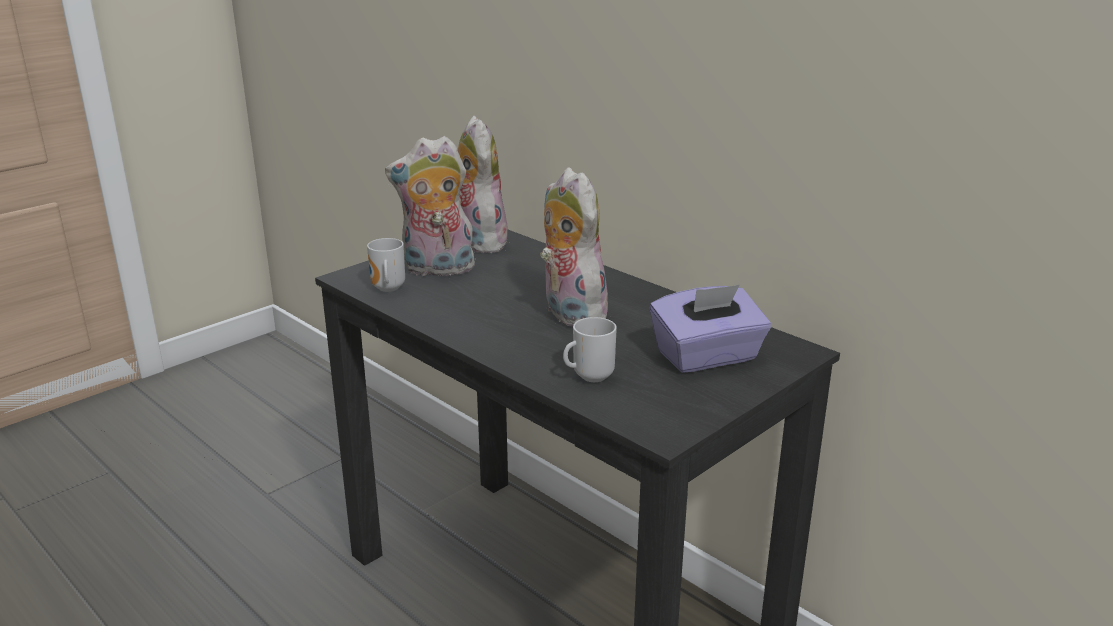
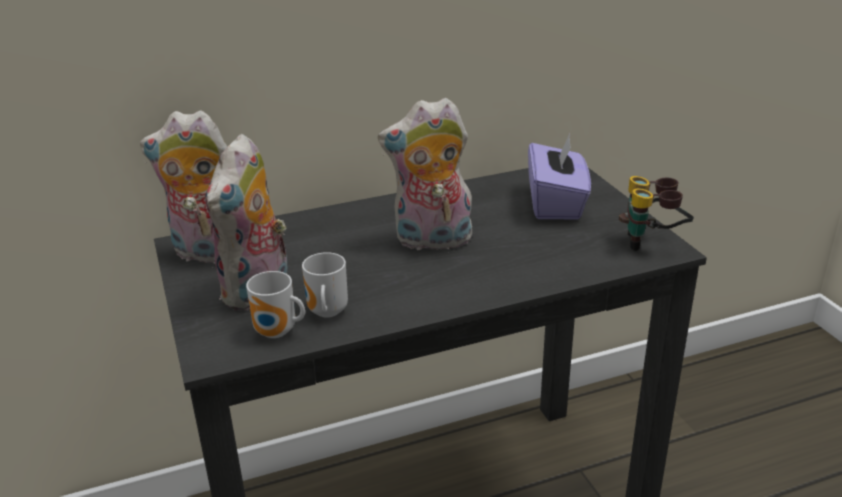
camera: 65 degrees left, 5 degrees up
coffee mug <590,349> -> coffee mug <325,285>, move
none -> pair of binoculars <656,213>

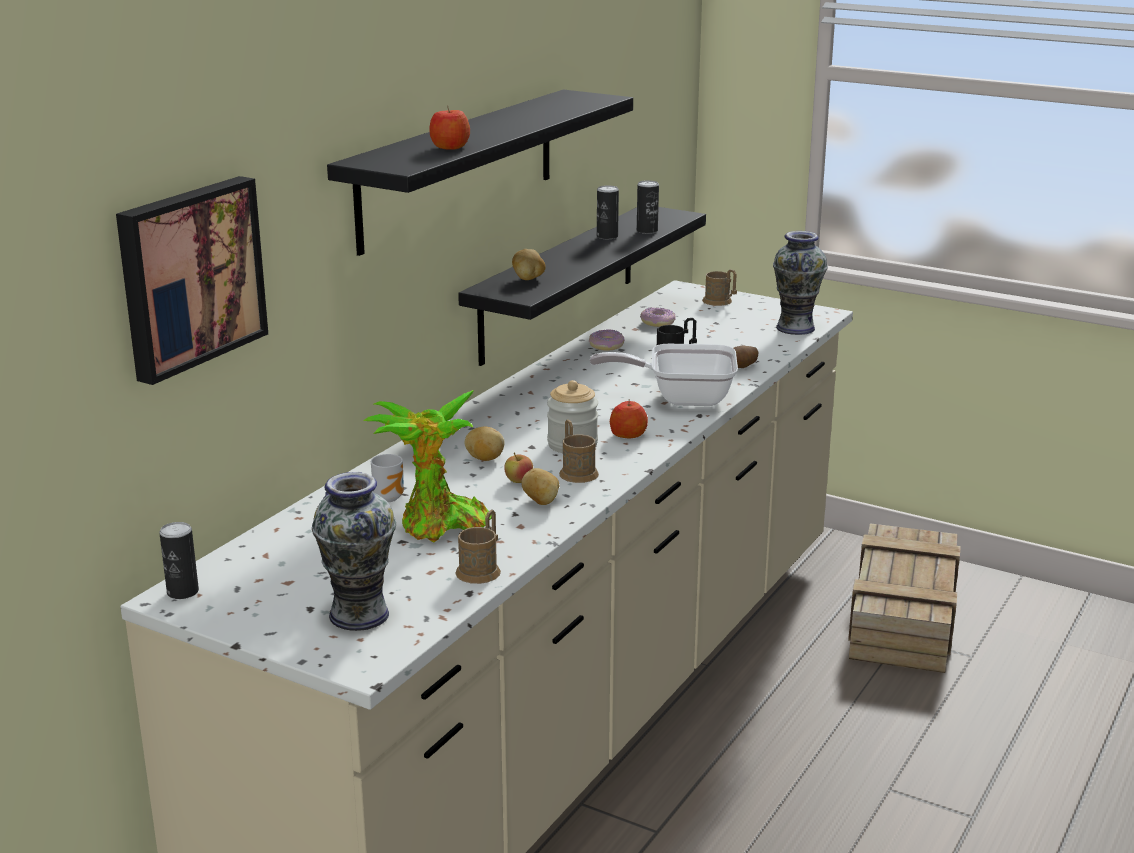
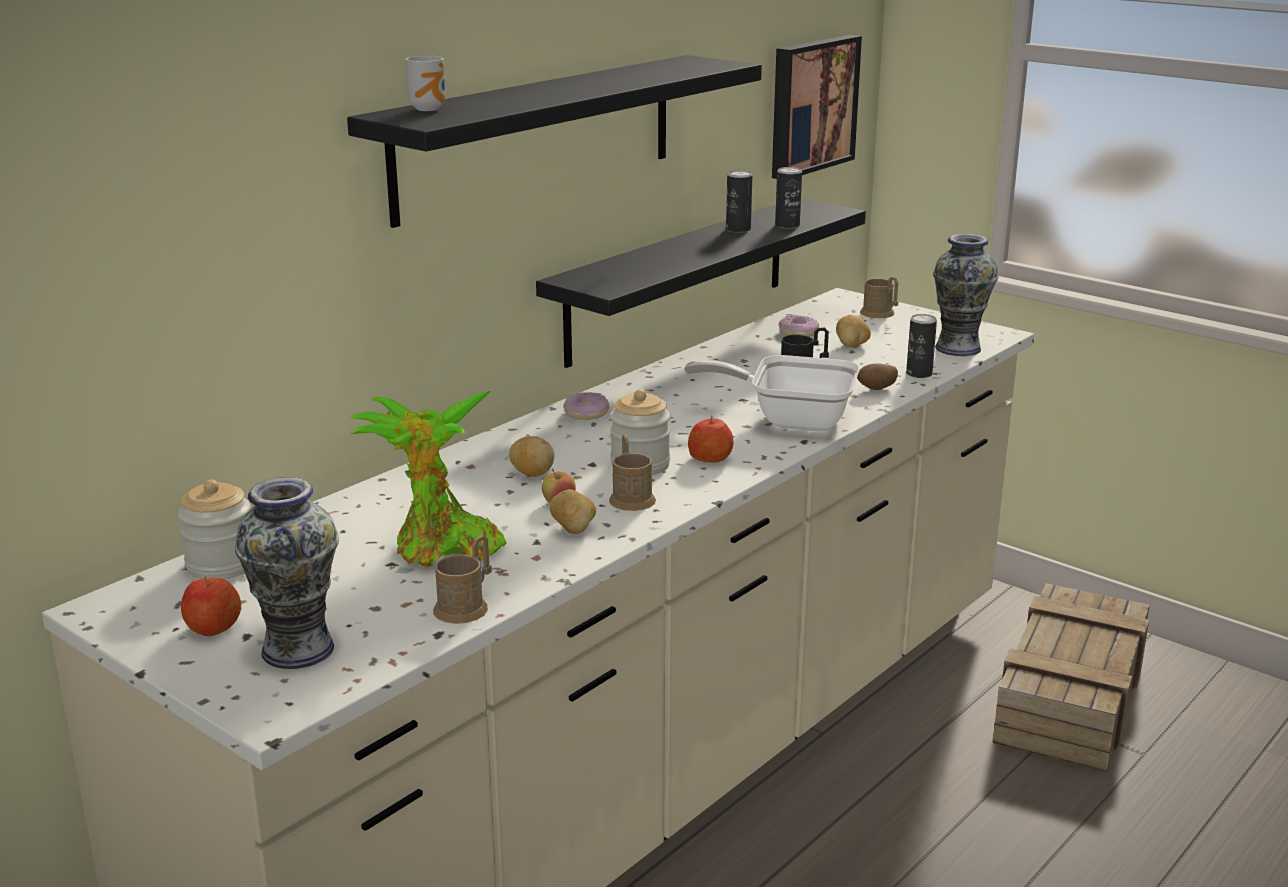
camera: 10 degrees right, 0 degrees up
none -> jar <214,529>
apple <449,128> -> apple <211,606>, move
coffee mug <387,478> -> coffee mug <425,83>, move
doughnut <607,340> -> doughnut <586,406>, move
picture <192,280> -> picture <817,107>, move
spud <529,264> -> spud <853,331>, move
metal can <179,560> -> metal can <921,346>, move

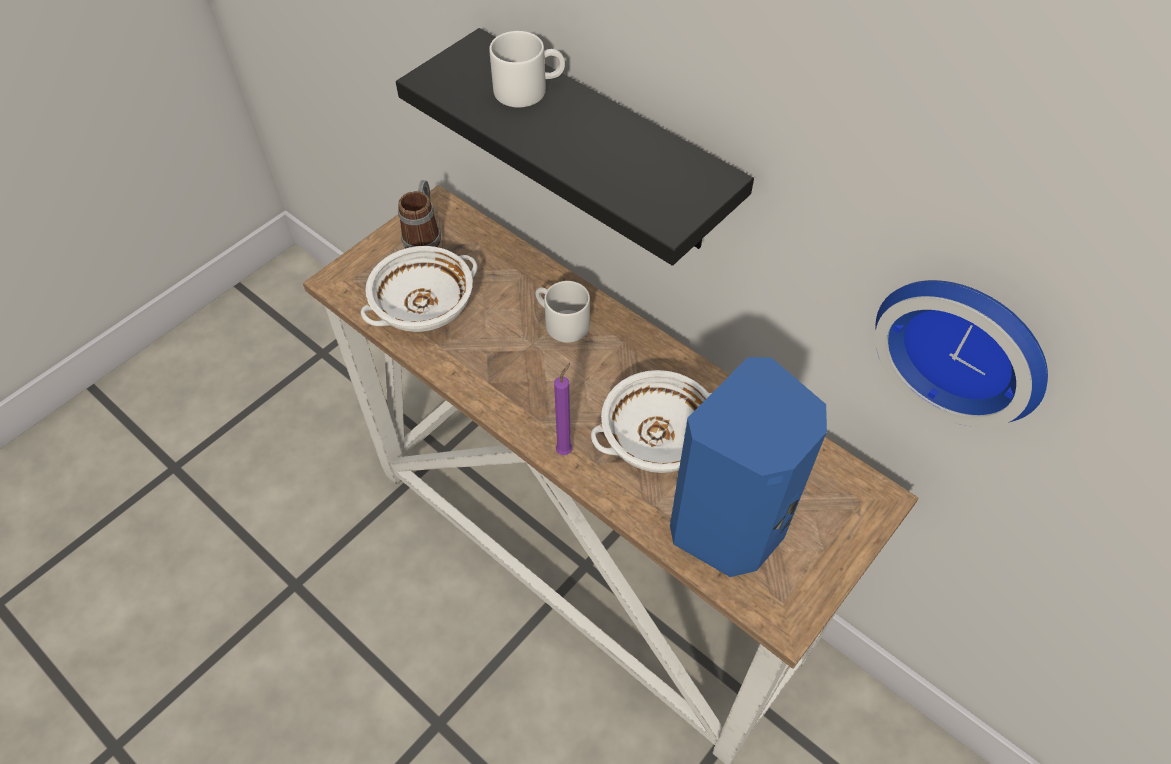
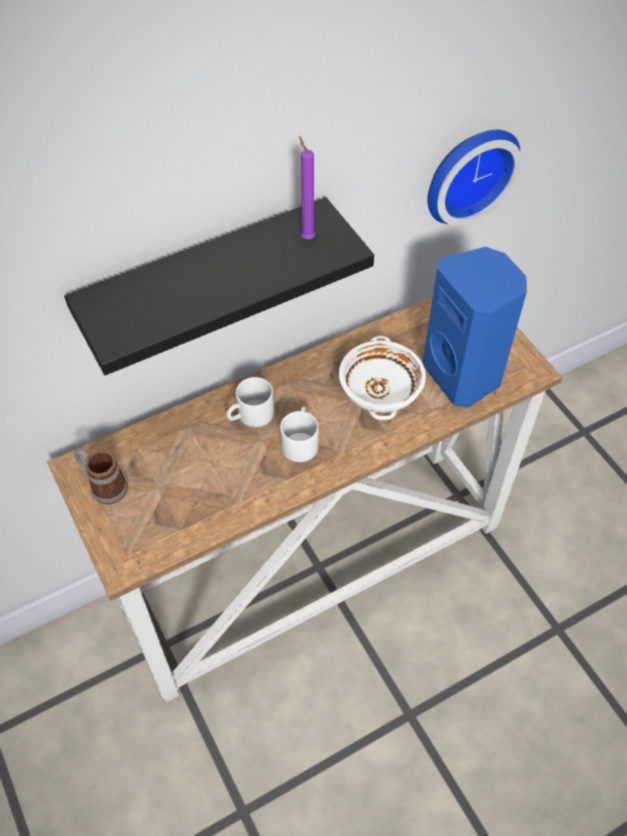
camera: 70 degrees left, 0 degrees up
whitish coffee mug <527,69> -> whitish coffee mug <299,434>, move
purple candle <563,409> -> purple candle <307,187>, move
whitish bowl <419,289> -> none

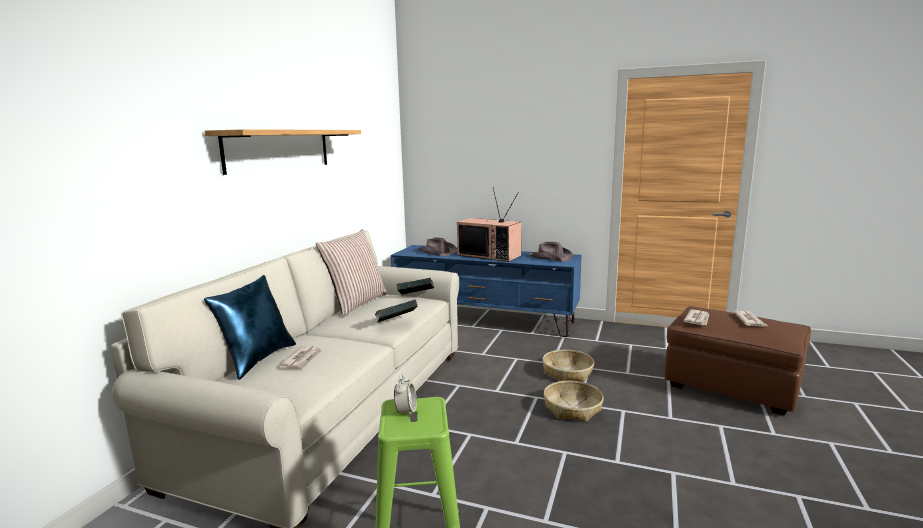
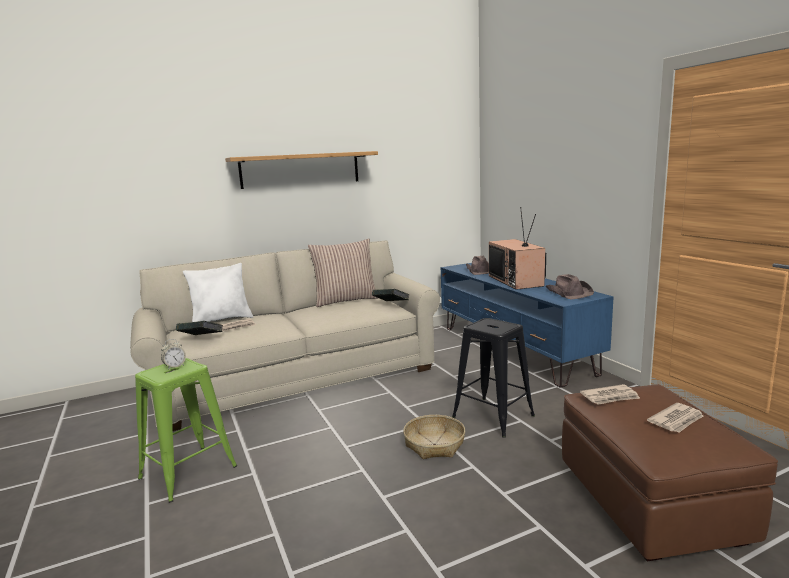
camera: 45 degrees right, 0 degrees up
volume <396,311> -> volume <199,328>, move
bluish pillow <250,327> -> whitish pillow <218,292>
storage basket <568,366> -> black-coloured sitting stool <493,378>

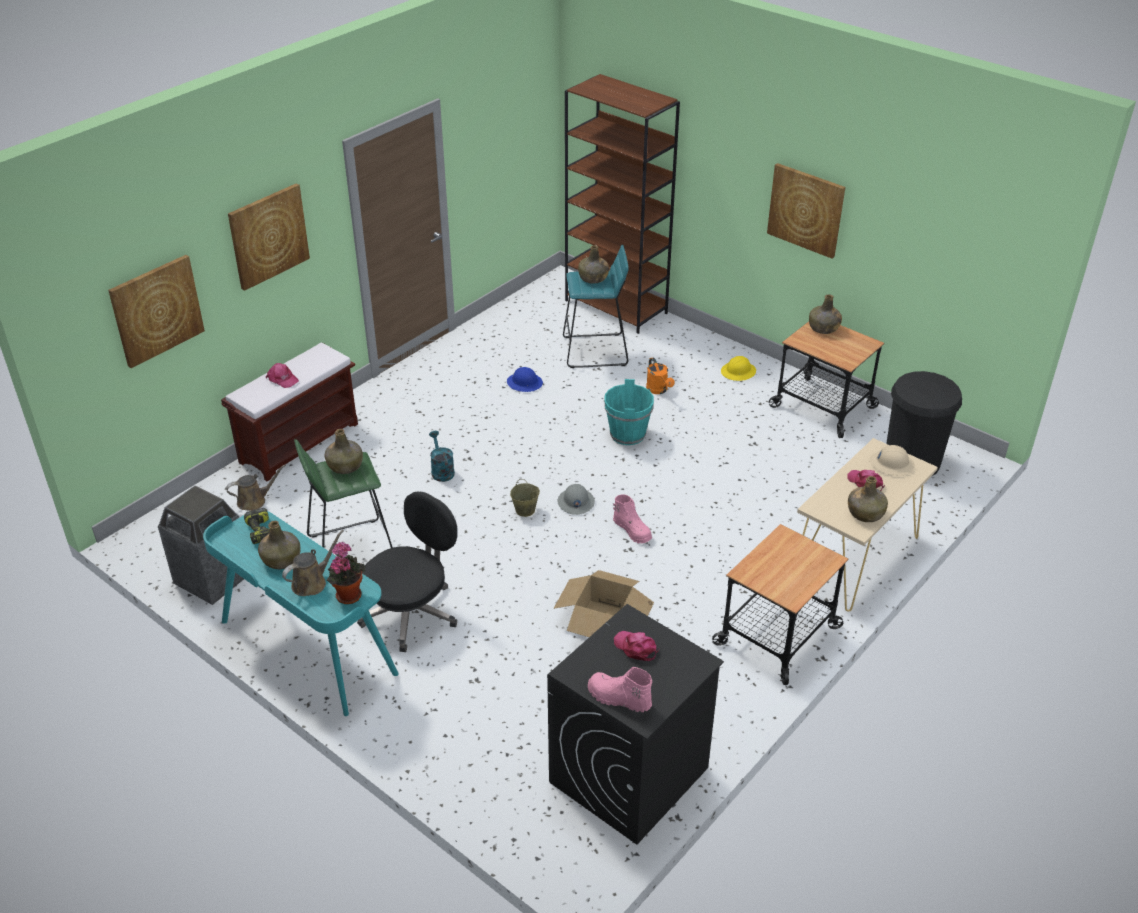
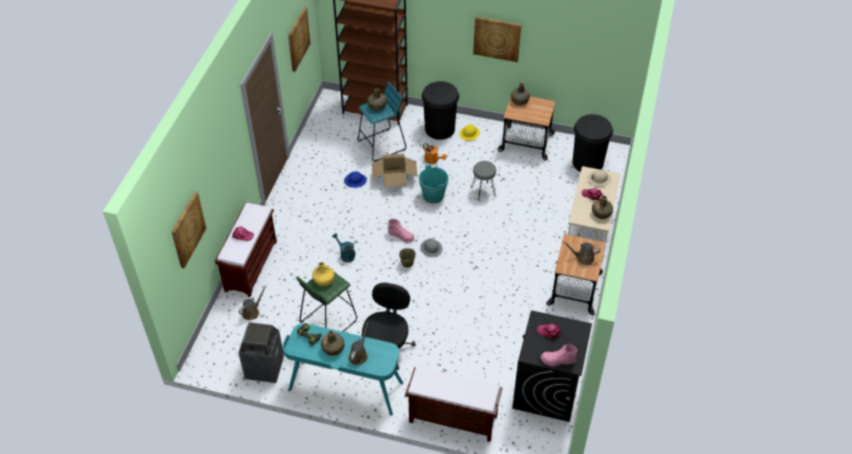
camera: 25 degrees left, 10 degrees up
picture <269,237> -> picture <299,39>, move
green-coloured bottle <343,451> -> yellow-coloured bottle <323,274>
cardboard box <603,603> -> cardboard box <394,170>, move
pink tall boot <632,519> -> pink tall boot <401,231>, move
none -> brown long seat <454,404>
none -> black-coloured trash can <440,110>
none -> grey sitting stool <483,180>
none -> brown watering can <581,253>
houseplant <346,573> -> none

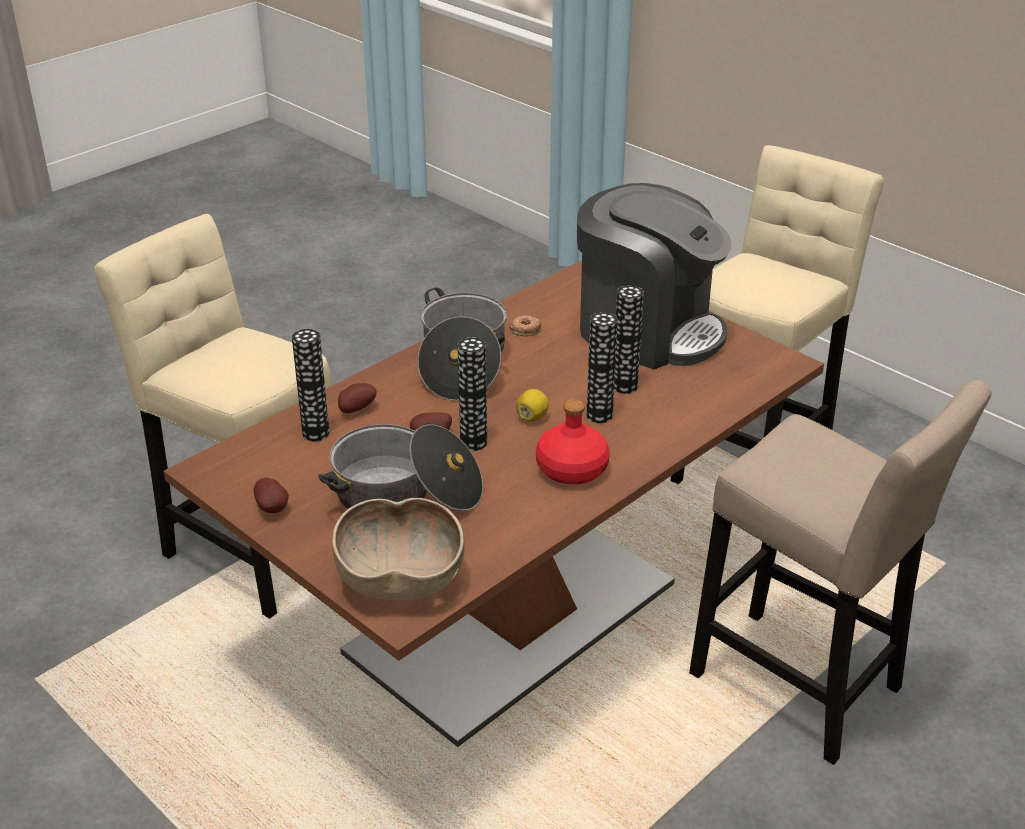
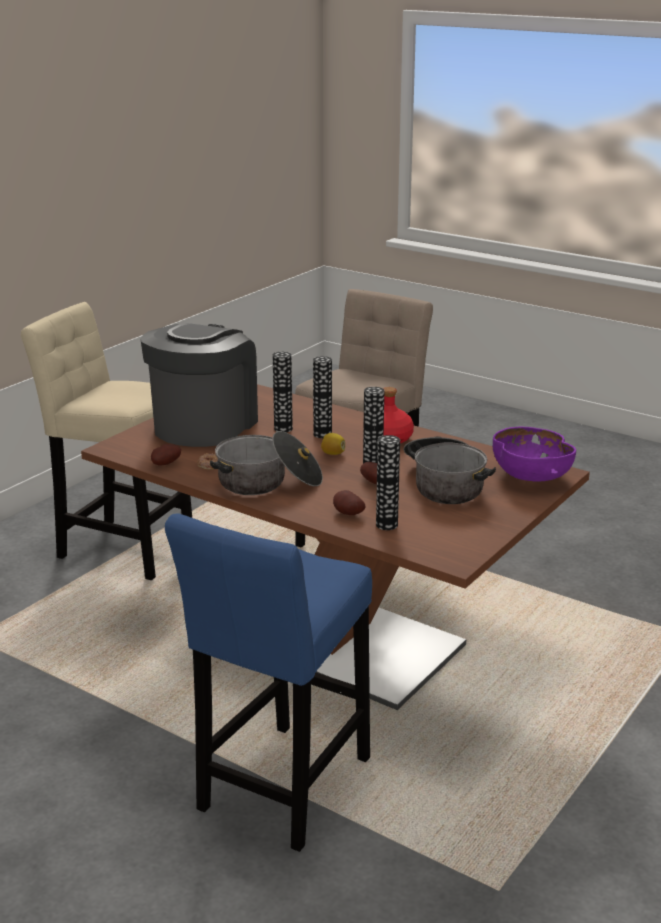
camera: 100 degrees left, 10 degrees down
spud <271,495> -> spud <166,454>, move
beige-coloured sitting stool <212,416> -> bluish sitting stool <268,683>
brown bowl <398,549> -> purple bowl <534,454>

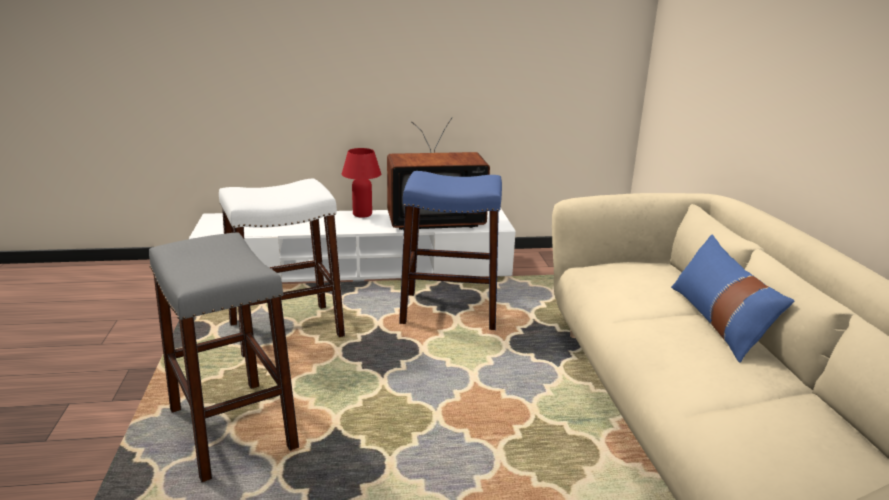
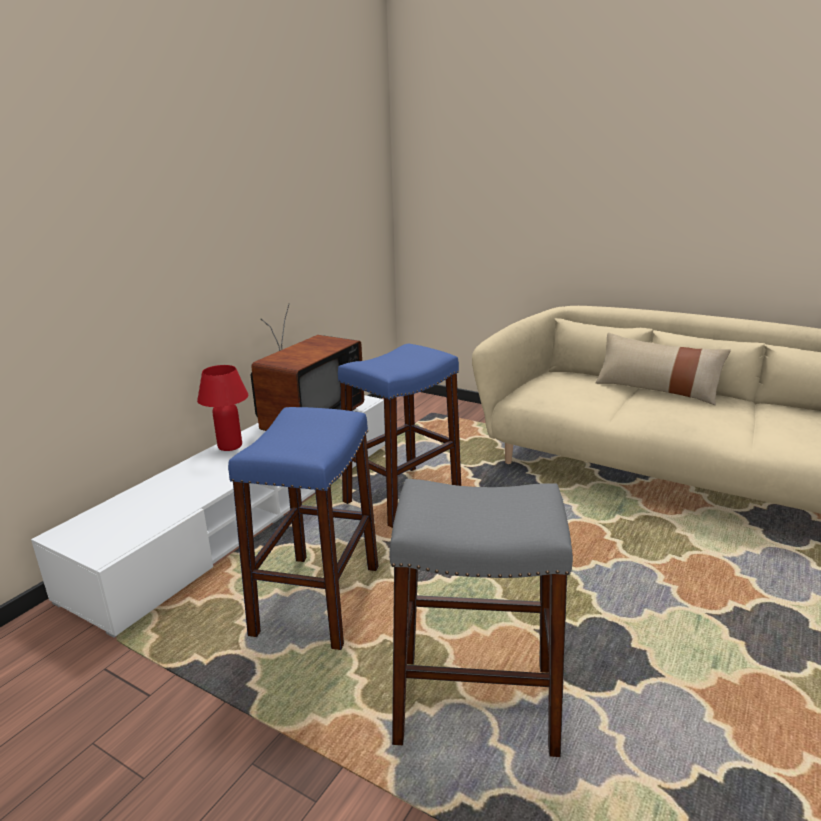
camera: 50 degrees left, 0 degrees up
whitish sitting stool <282,268> -> bluish sitting stool <303,528>
bluish pillow <732,299> -> beige-coloured pillow <663,369>

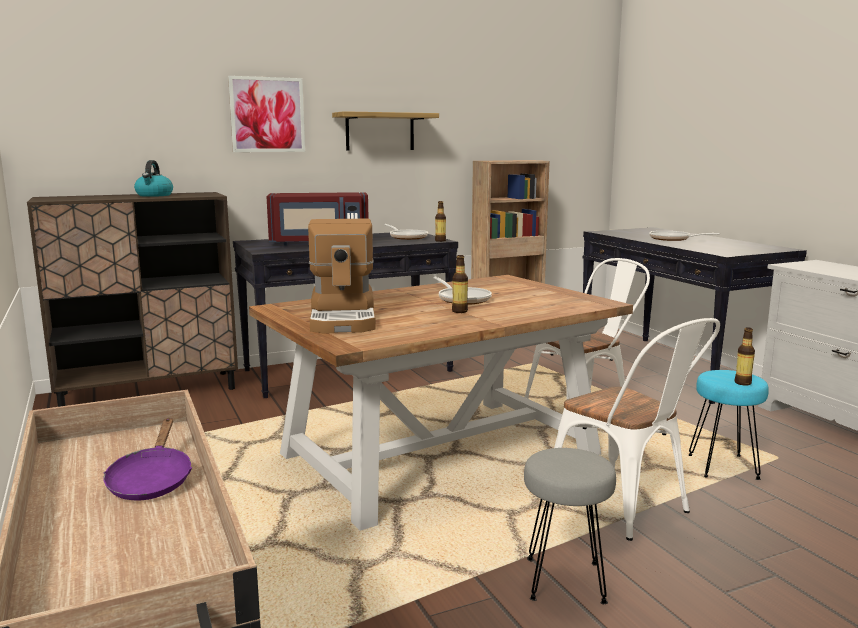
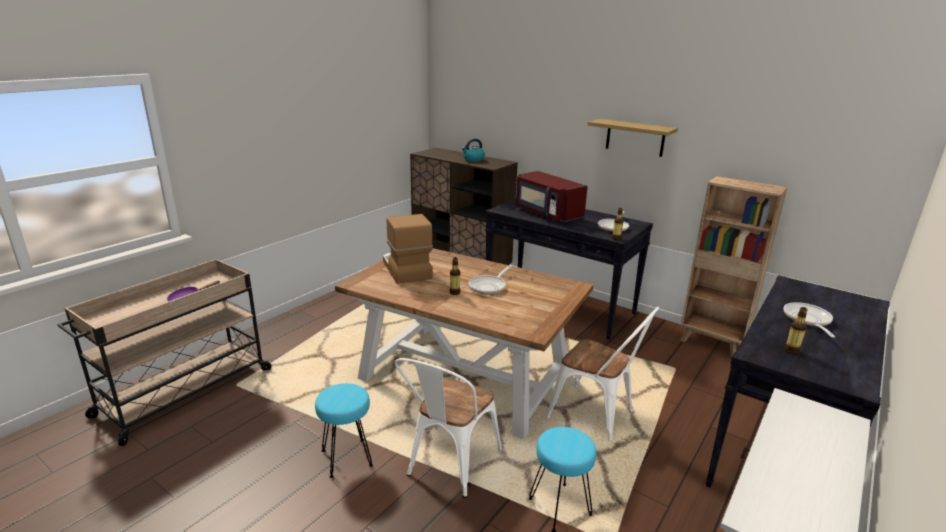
camera: 60 degrees right, 10 degrees up
grey sitting stool <570,526> -> turquoise-coloured sitting stool <344,430>
coffee brewer <342,276> -> coffee brewer <408,249>, 105 degrees clockwise
bottle <745,356> -> bottle <796,330>, move
picture <266,114> -> none

